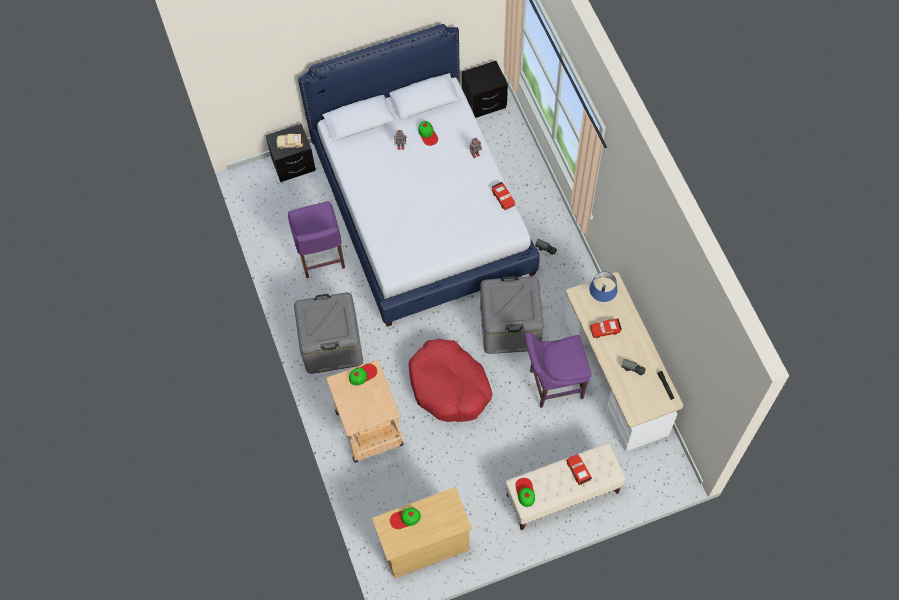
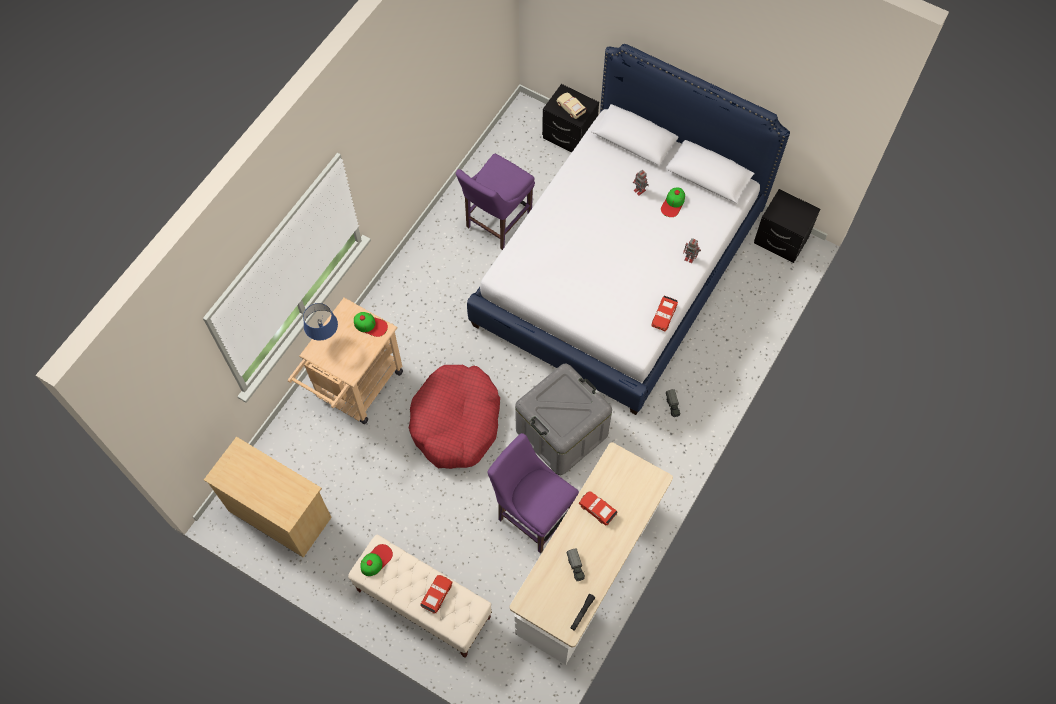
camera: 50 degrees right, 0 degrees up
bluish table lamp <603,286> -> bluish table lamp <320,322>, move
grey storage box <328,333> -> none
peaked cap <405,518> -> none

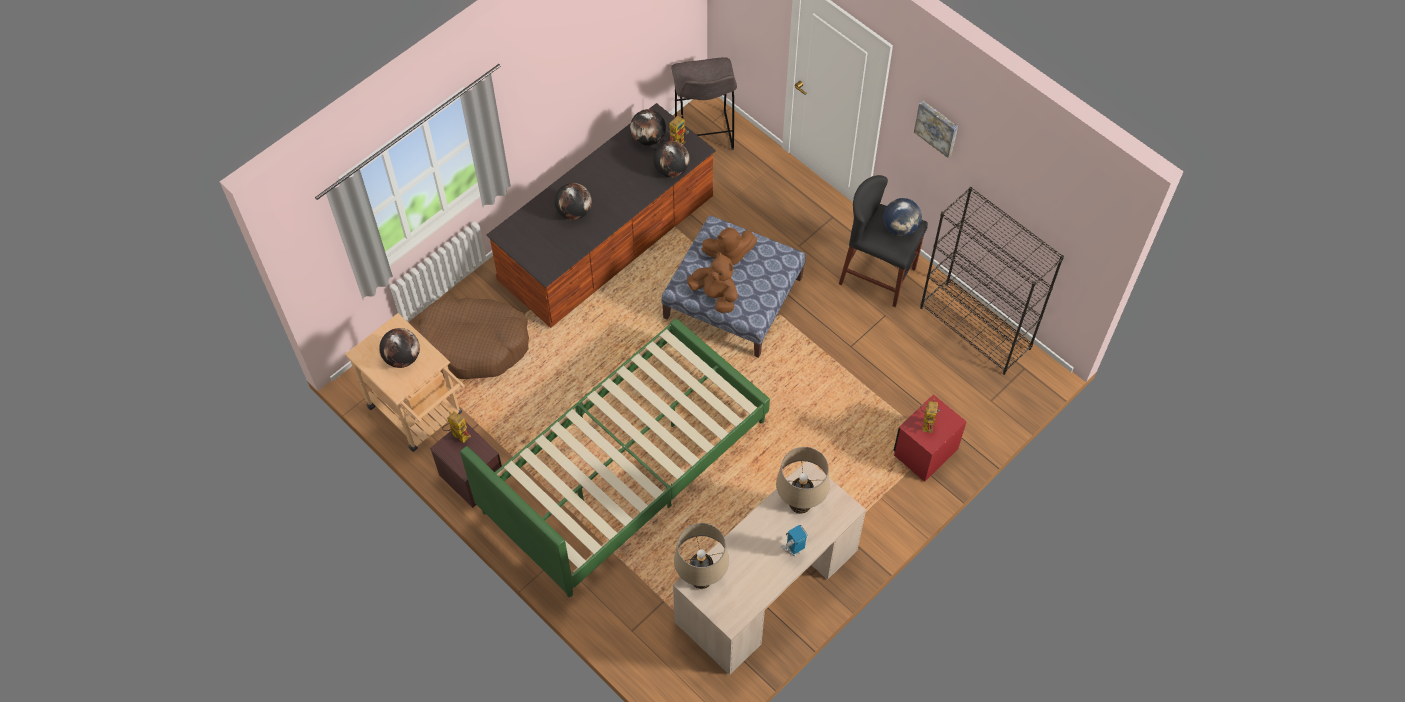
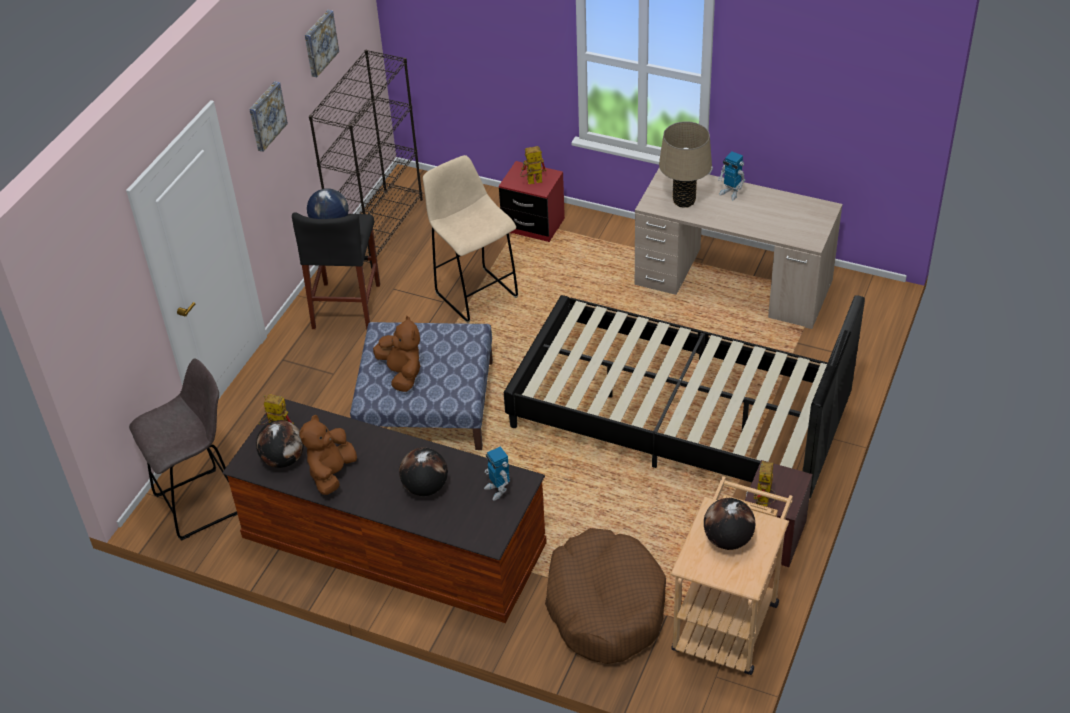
camera: 110 degrees left, 15 degrees down
brown plush toy <712,282> -> brown plush toy <328,455>, move
none -> picture <322,43>
none -> beige-coloured sitting stool <470,239>
none -> toy robot <497,473>
green-coloured sleeping bed <615,457> -> black-coloured sleeping bed <684,397>
desk globe <671,159> -> none
beige-coloured table lamp <701,556> -> none

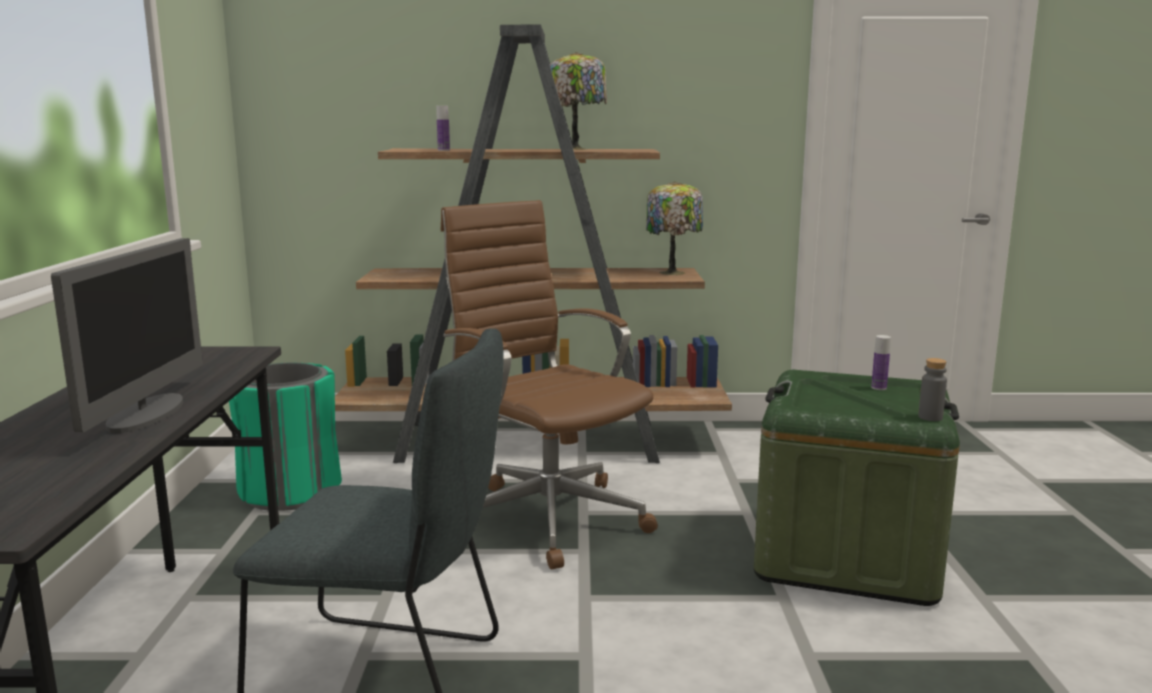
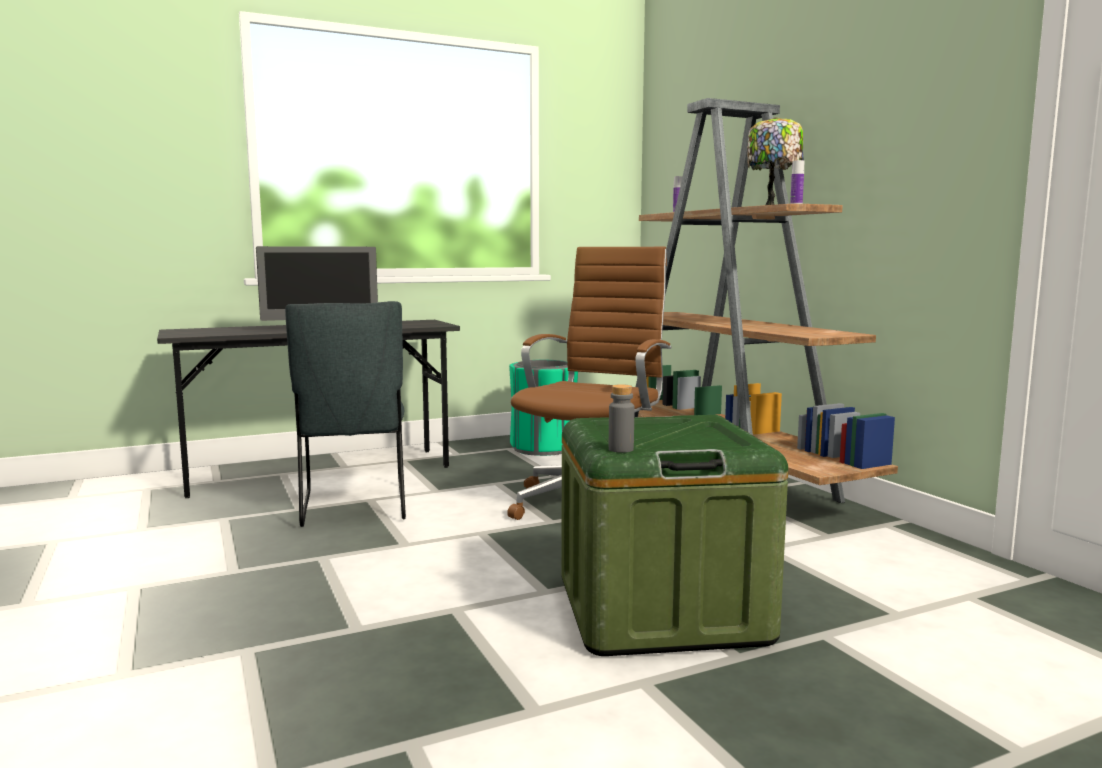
camera: 65 degrees right, 5 degrees down
bottle <881,362> -> bottle <797,182>, move
table lamp <674,228> -> none

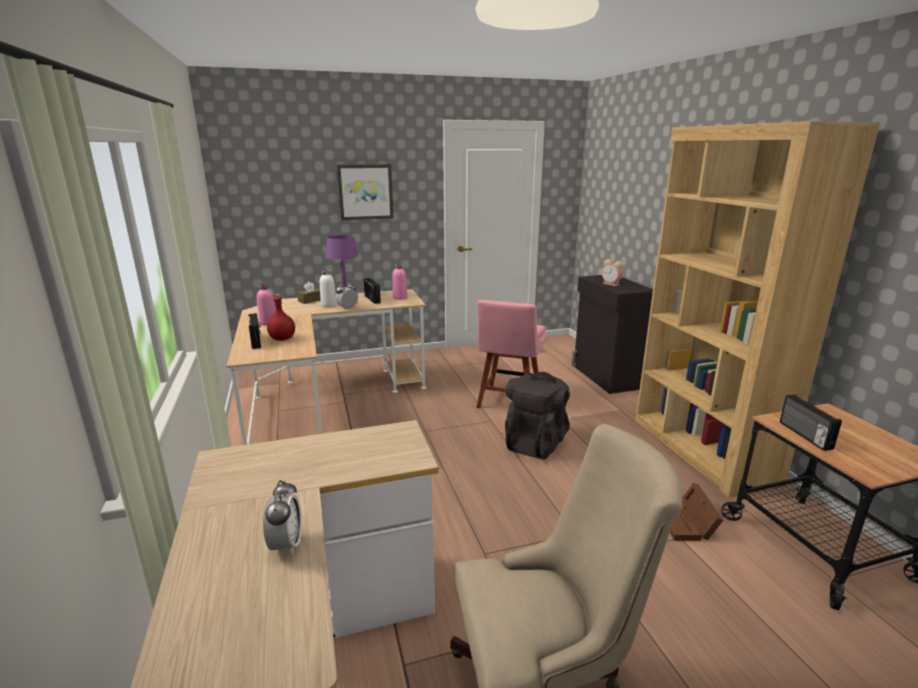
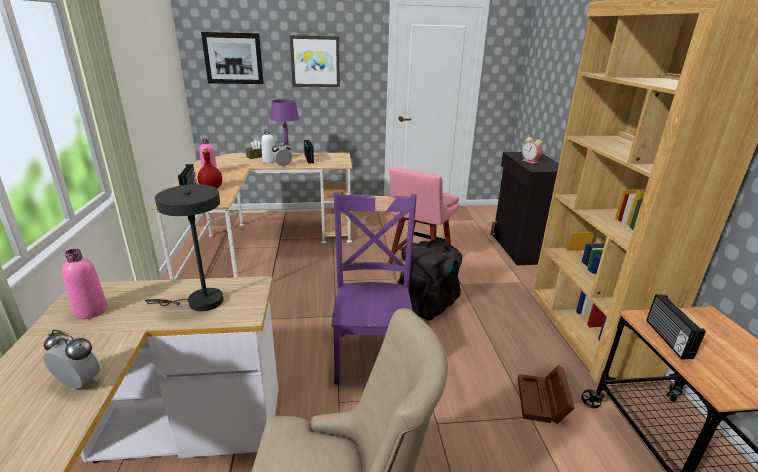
camera: 10 degrees right, 5 degrees up
alarm clock <282,517> -> alarm clock <72,359>, 75 degrees counterclockwise
pink bottle <399,281> -> pink bottle <85,283>, move
none -> grey table lamp <184,247>
none -> picture <232,58>
none -> purple upright chair <374,288>

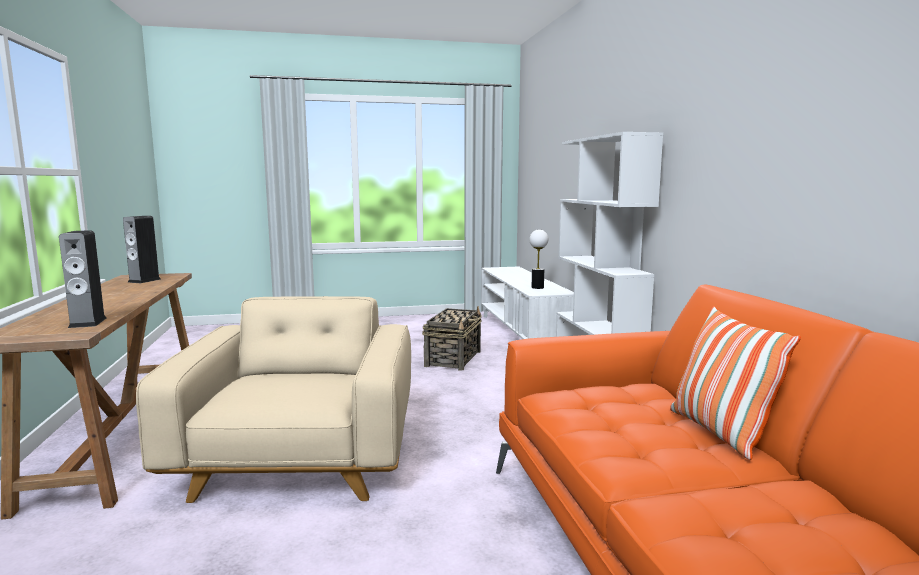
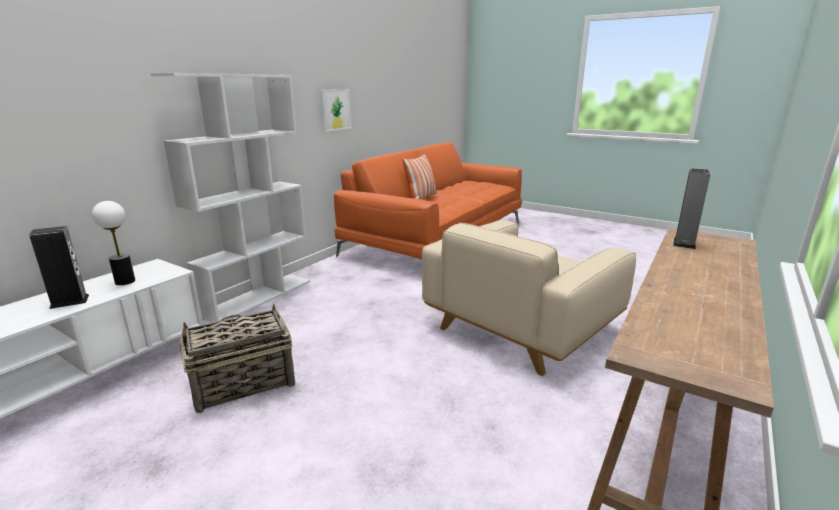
camera: 135 degrees left, 10 degrees up
speaker <142,249> -> speaker <59,267>, move
none -> picture <336,110>

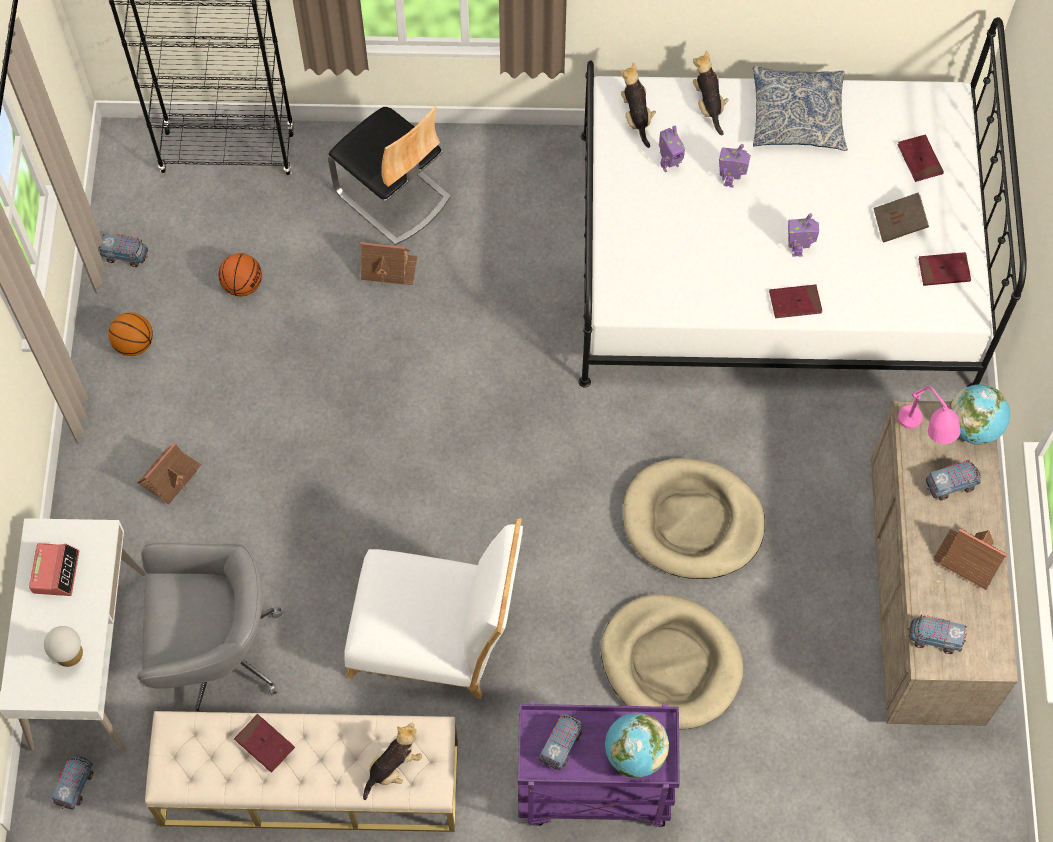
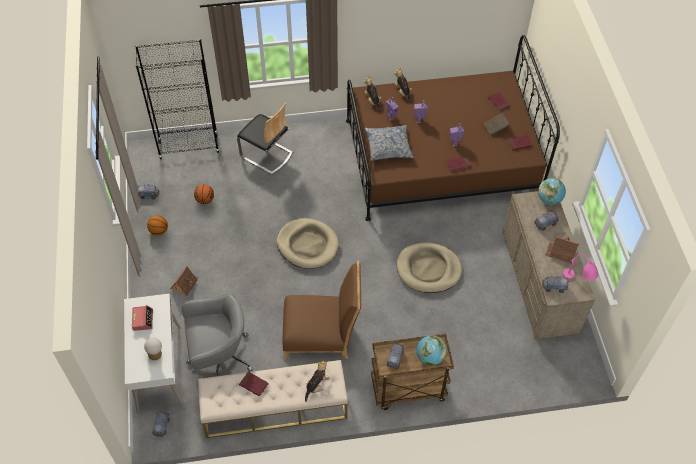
camera: 10 degrees left, 10 degrees down
beige-coloured dog bed <672,661> -> beige-coloured dog bed <307,243>, move
whitish upright chair <433,608> -> brown upright chair <322,309>
whitish sleeping bed <802,202> -> brown sleeping bed <453,128>
pillow <800,108> -> pillow <389,143>, move
purple cart <599,764> -> brown cart <412,371>
pink table lamp <929,415> -> pink table lamp <580,267>, move
miniature house <388,264> -> none

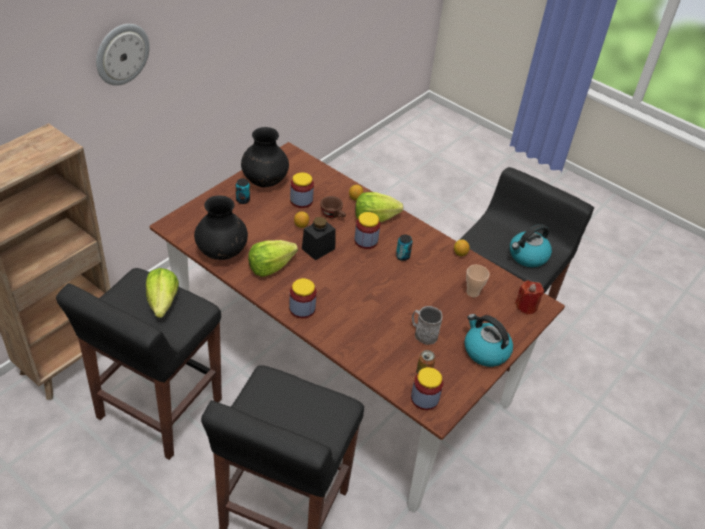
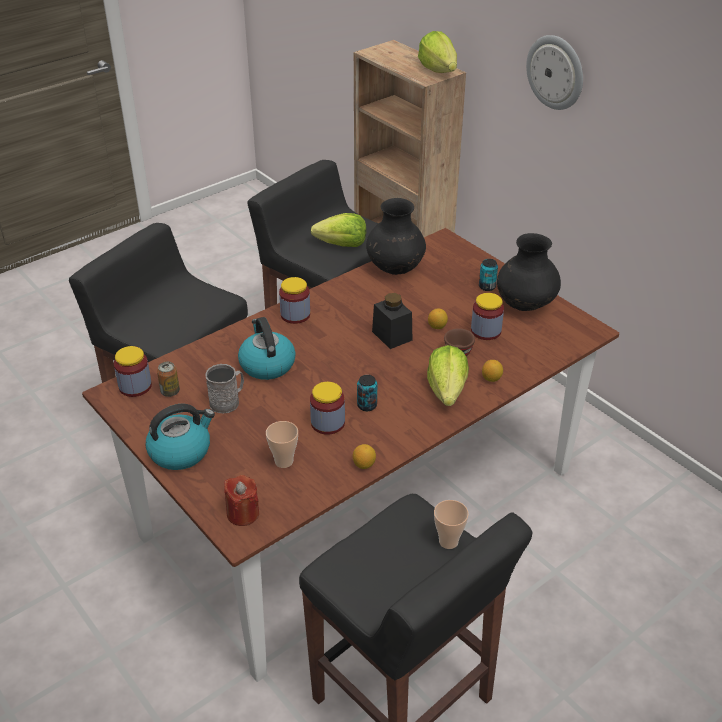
camera: 105 degrees right, 5 degrees down
kettle <531,245> -> kettle <267,348>, move
jar <367,230> -> jar <327,408>, move
lettuce head <273,258> -> lettuce head <437,52>, move
none -> cup <451,524>

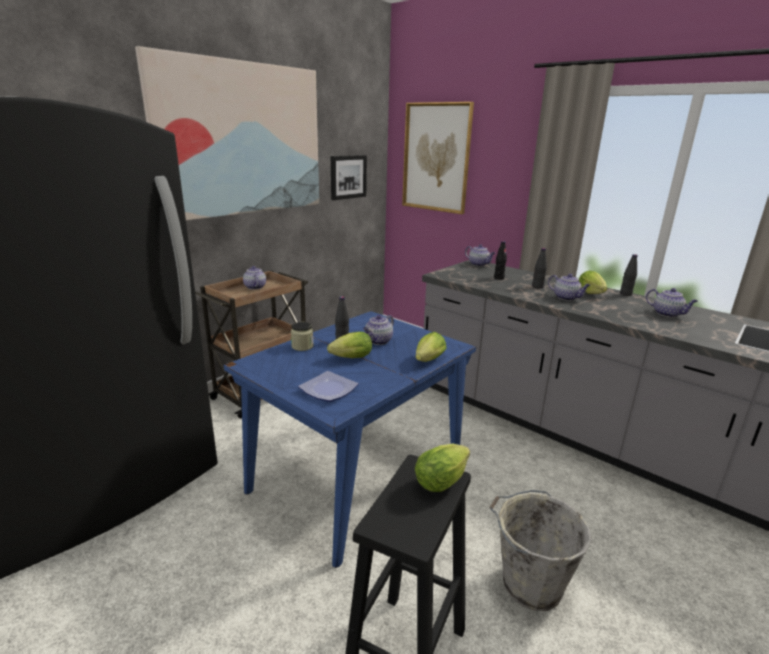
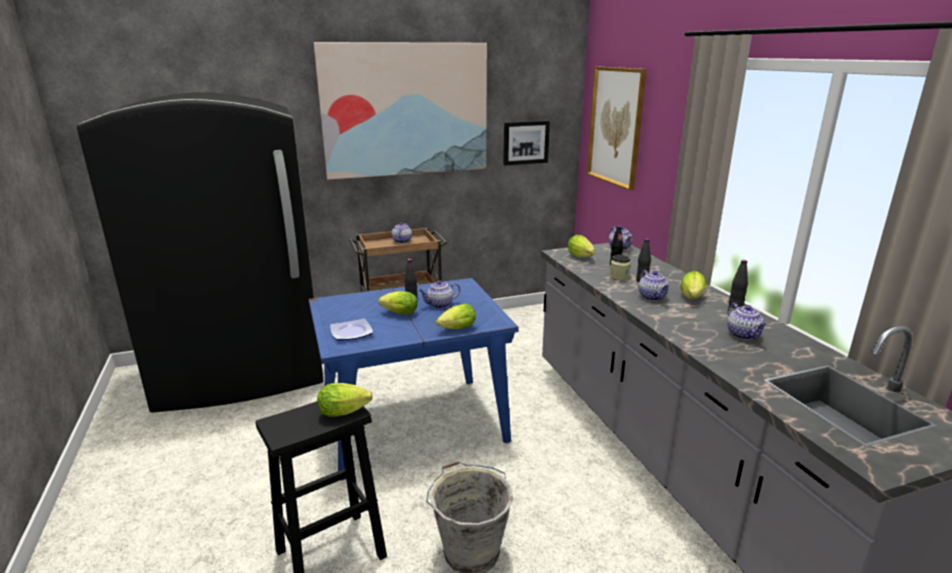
camera: 30 degrees right, 0 degrees up
none -> lettuce head <581,246>
jar <302,336> -> jar <620,267>, move

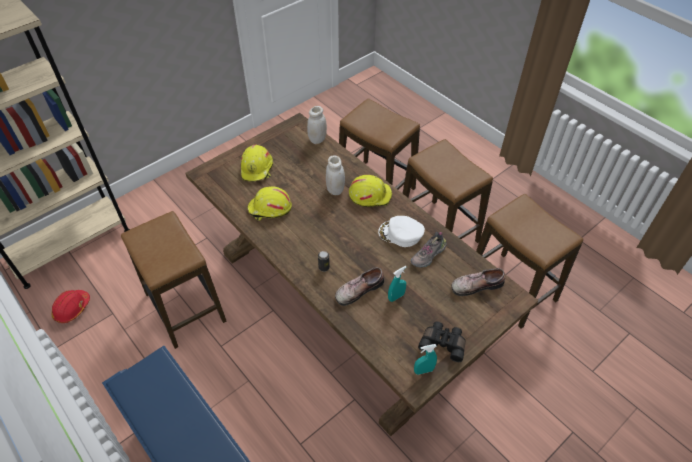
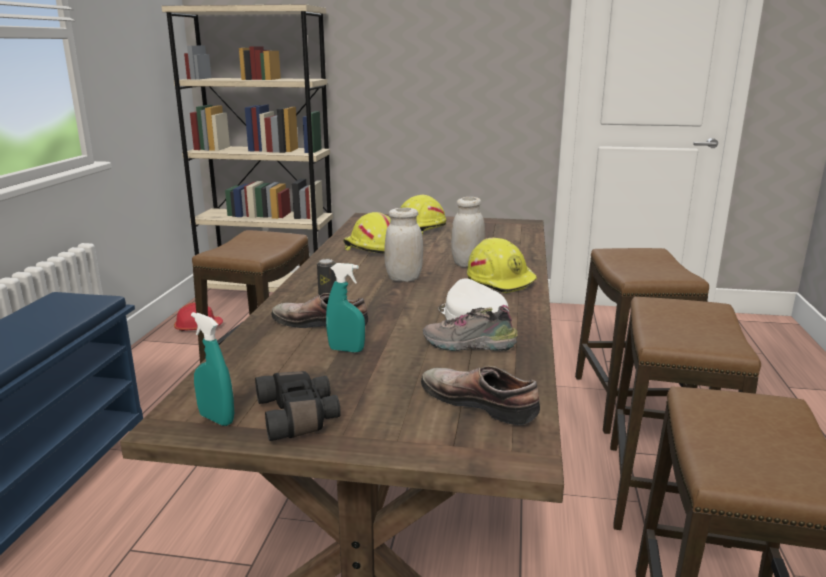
camera: 50 degrees right, 30 degrees down
whitish jar <317,125> -> whitish jar <403,245>, move

